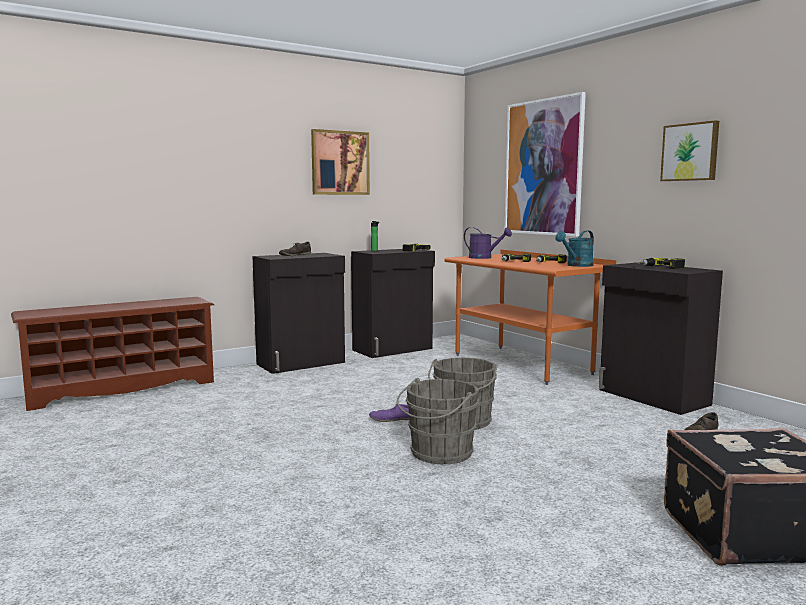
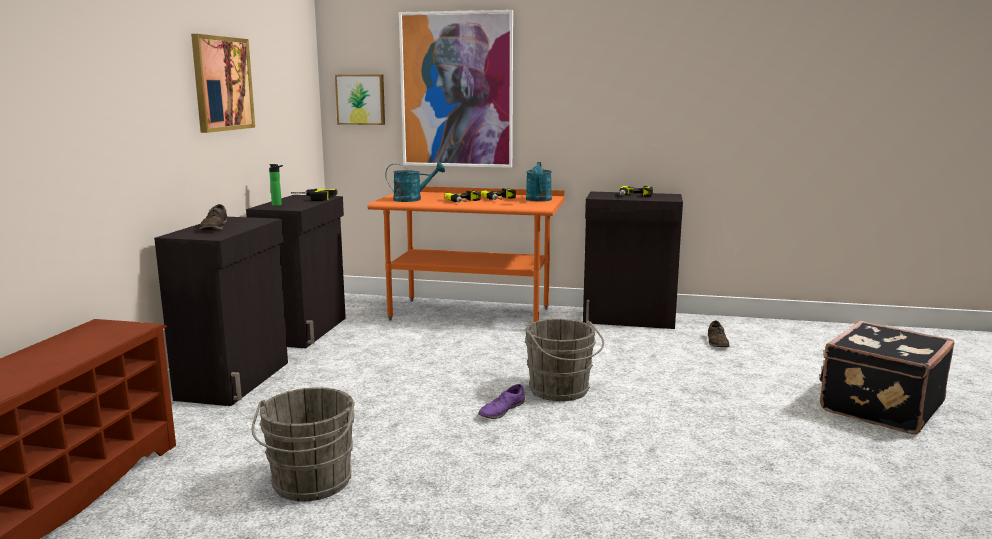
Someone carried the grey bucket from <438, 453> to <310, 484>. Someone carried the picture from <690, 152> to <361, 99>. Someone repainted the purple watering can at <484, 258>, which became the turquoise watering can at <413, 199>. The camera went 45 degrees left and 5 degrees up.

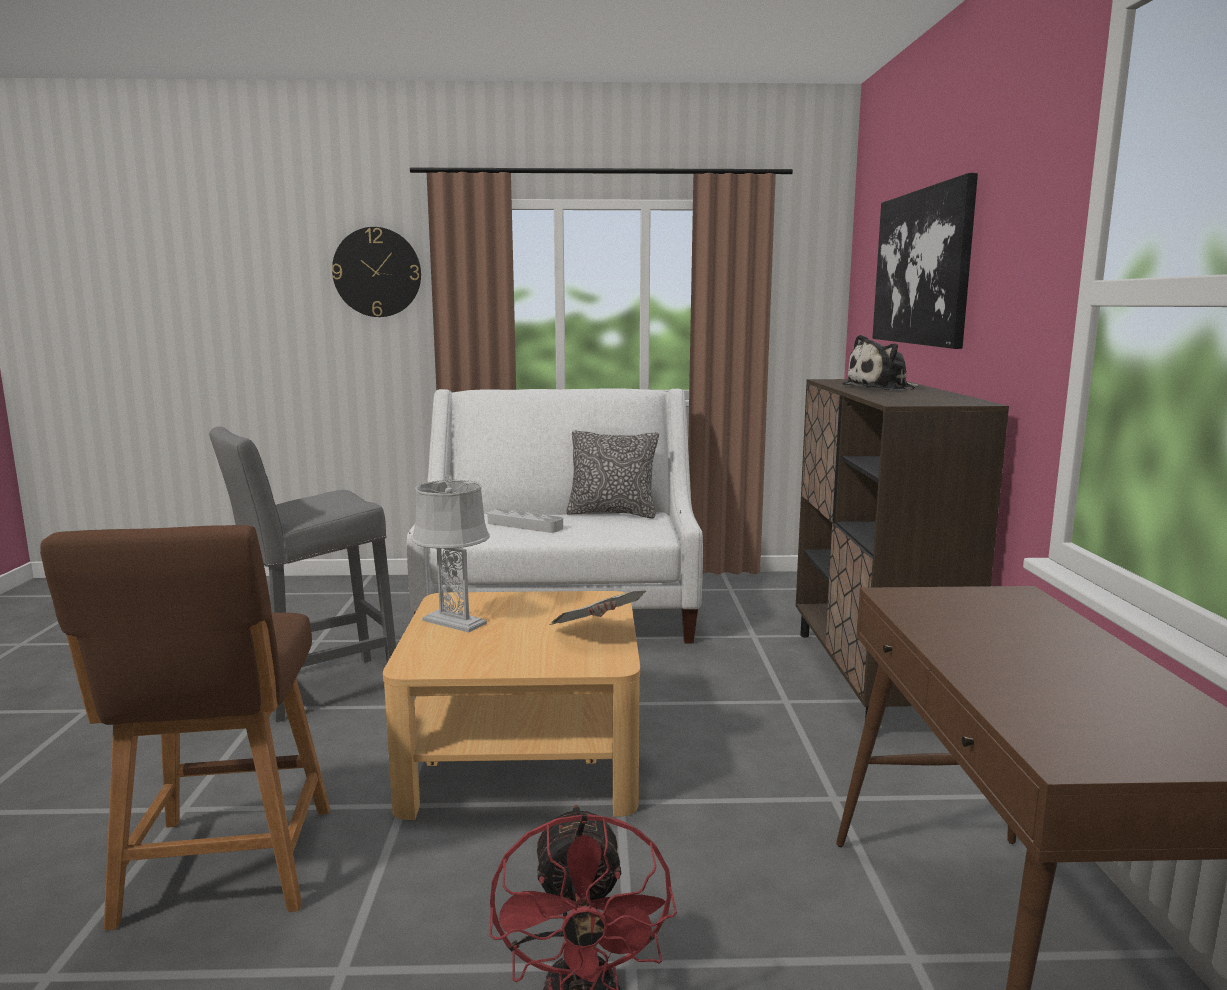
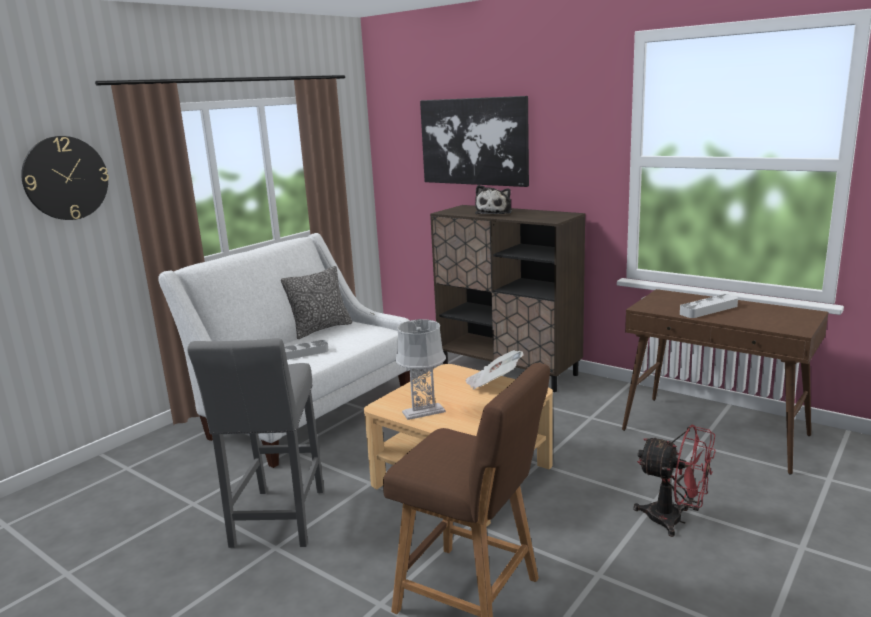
Someone put down the grey tray at <708, 310>. The camera went 50 degrees left and 5 degrees up.

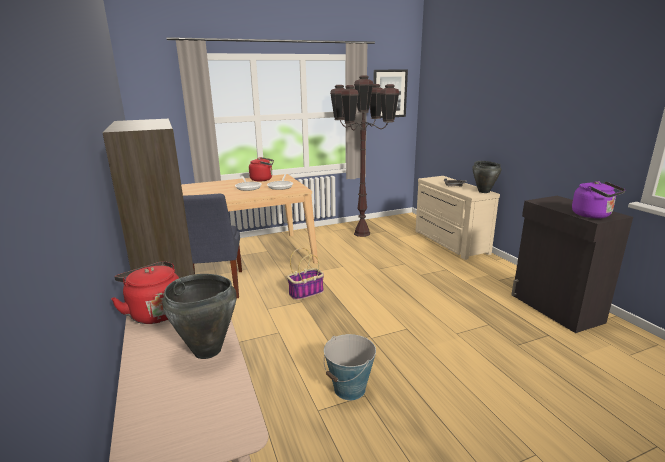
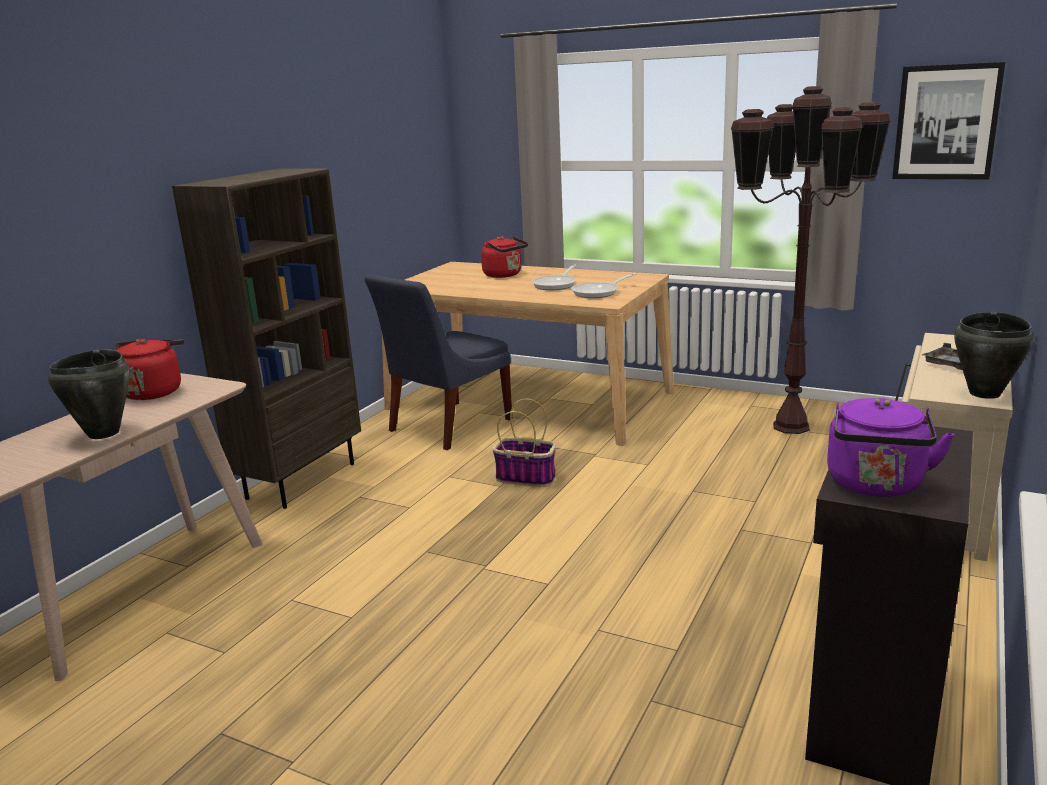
Someone carried the red kettle from <263, 179> to <504, 275>. Someone took away the bucket at <350, 389>. The camera went 50 degrees right and 0 degrees up.

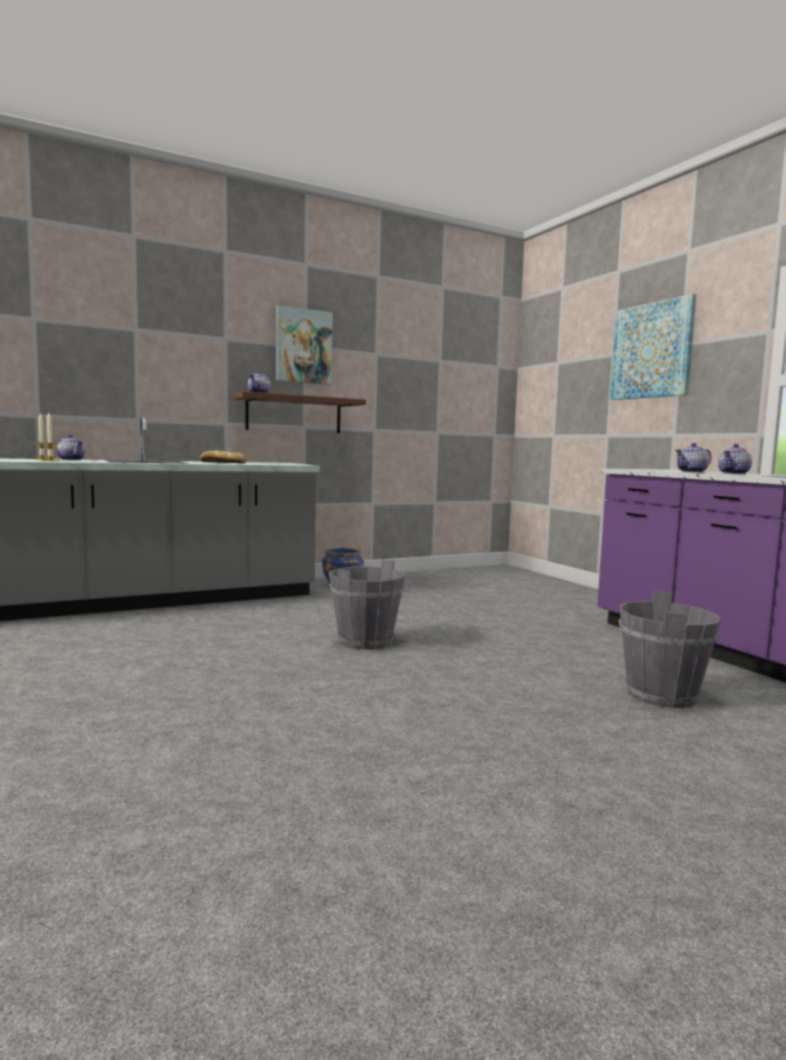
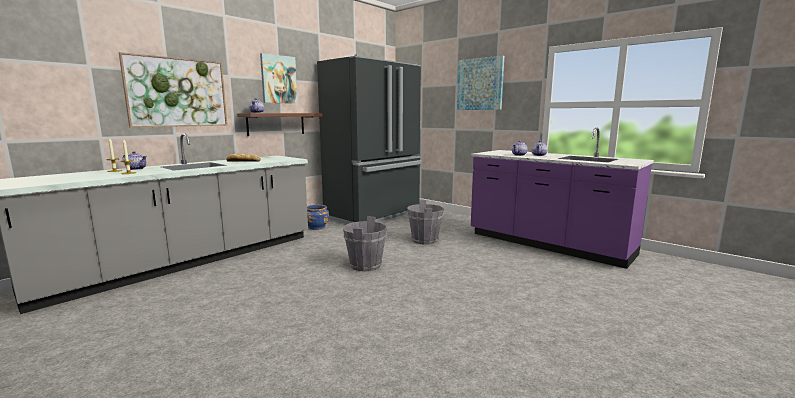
Someone put up the picture at <177, 92>. Someone put down the black fridge at <375, 215>. Someone carried the grey bucket from <662, 695> to <425, 240>. The camera went 20 degrees left and 5 degrees up.

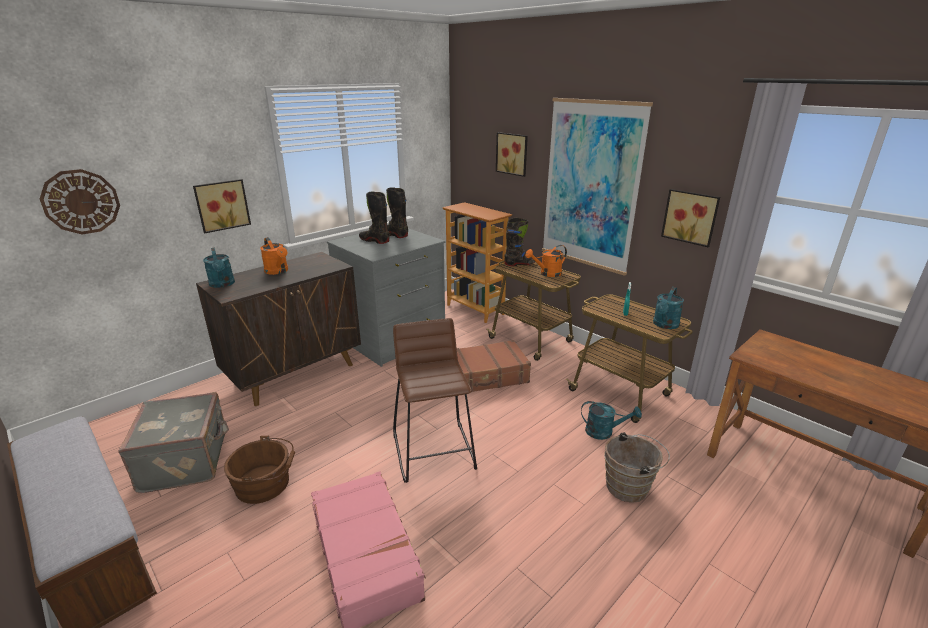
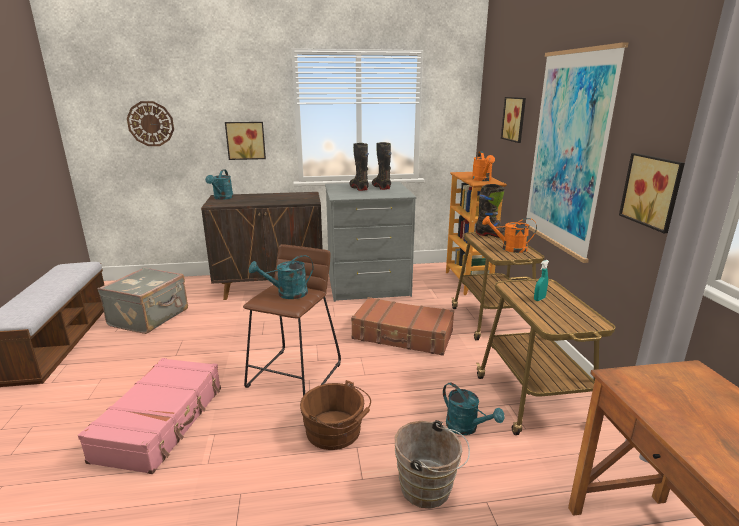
Someone carried the turquoise watering can from <664, 325> to <287, 294>. Someone carried the brown bucket from <266, 484> to <336, 431>. Someone carried the orange watering can from <278, 271> to <482, 180>. The camera went 35 degrees right and 5 degrees down.

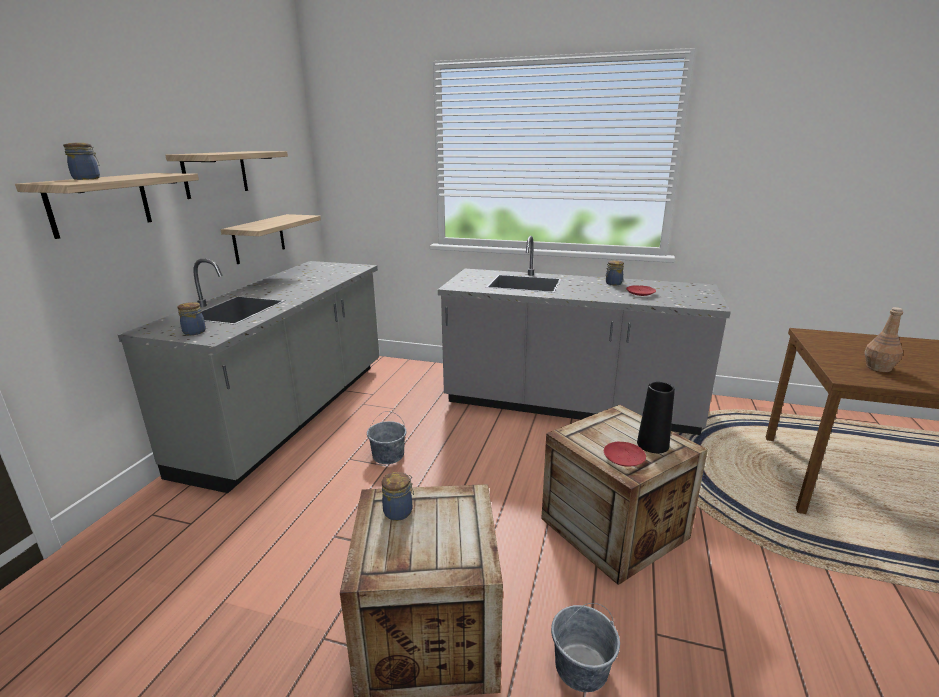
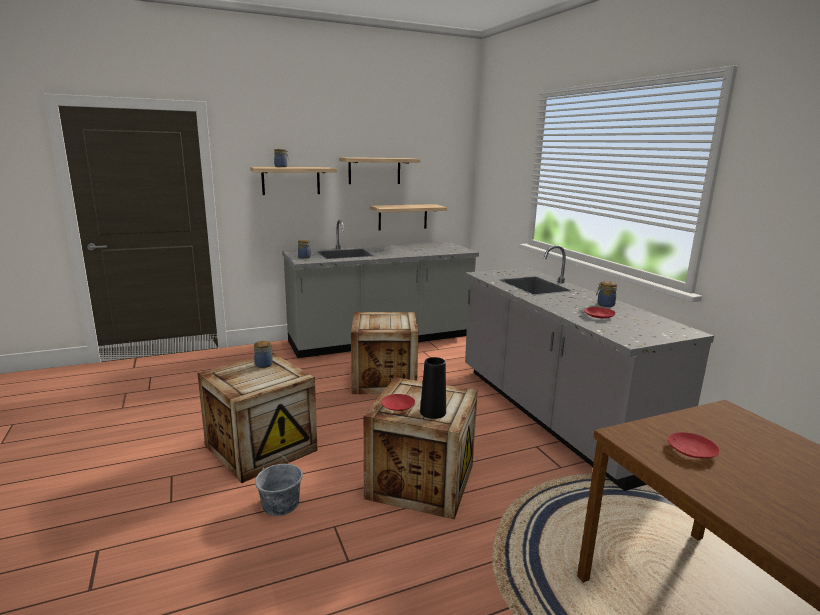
Someone swapped the grey bucket at <388, 455> for the crate at <384, 380>. Someone swapped the brown bottle at <878, 368> for the red plate at <691, 451>. The camera went 50 degrees right and 5 degrees down.

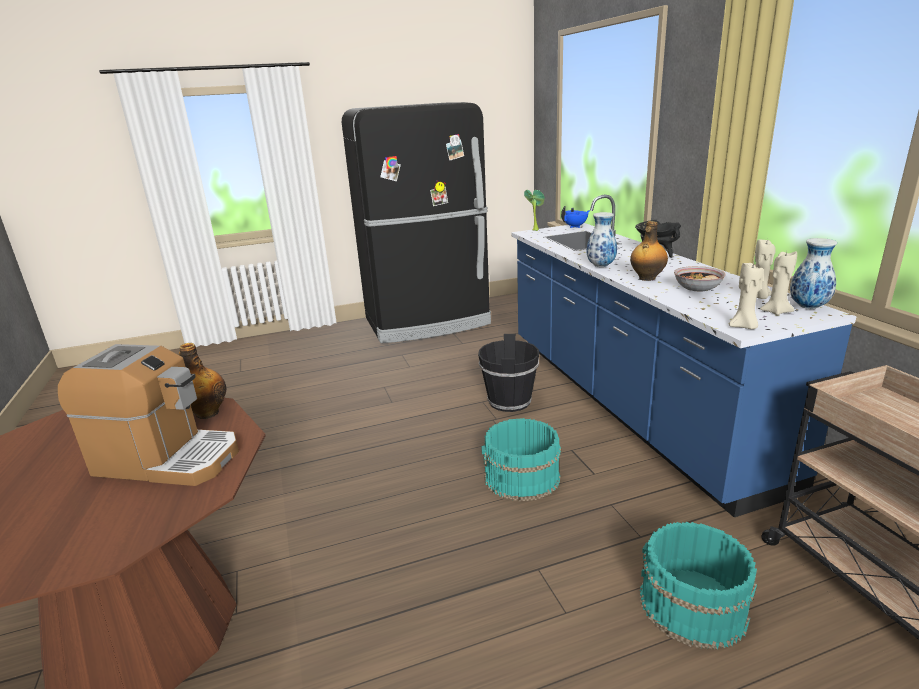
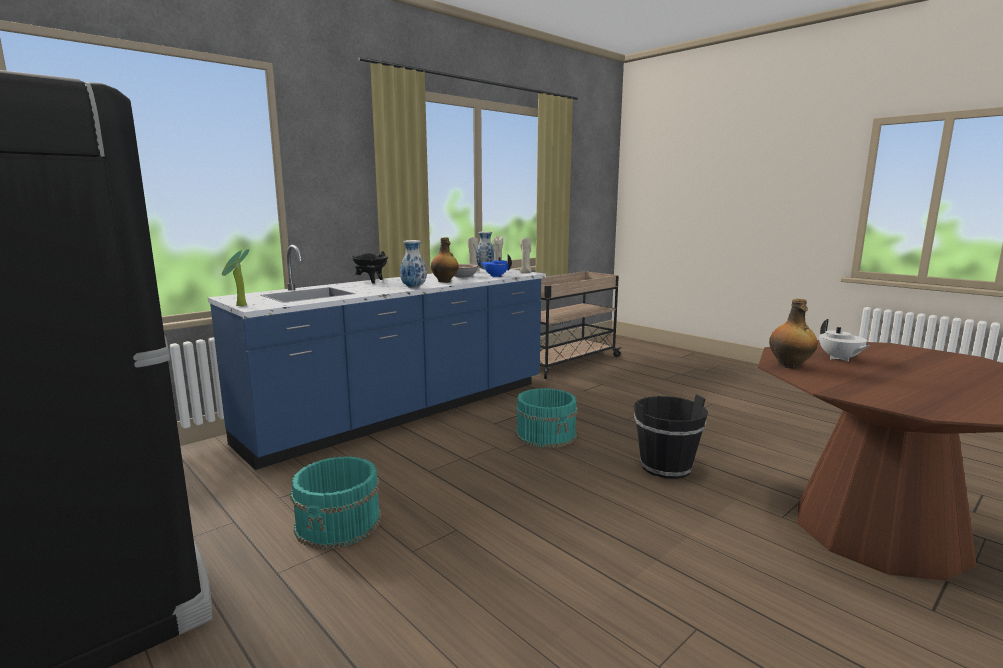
Someone carried the turquoise bucket from <692, 606> to <339, 523>. Someone carried the blue teapot from <575, 226> to <496, 276>. Someone carried the black bucket from <509, 401> to <666, 467>. Someone swapped the coffee machine at <167, 459> for the white teapot at <839, 358>. The camera went 115 degrees left and 10 degrees down.

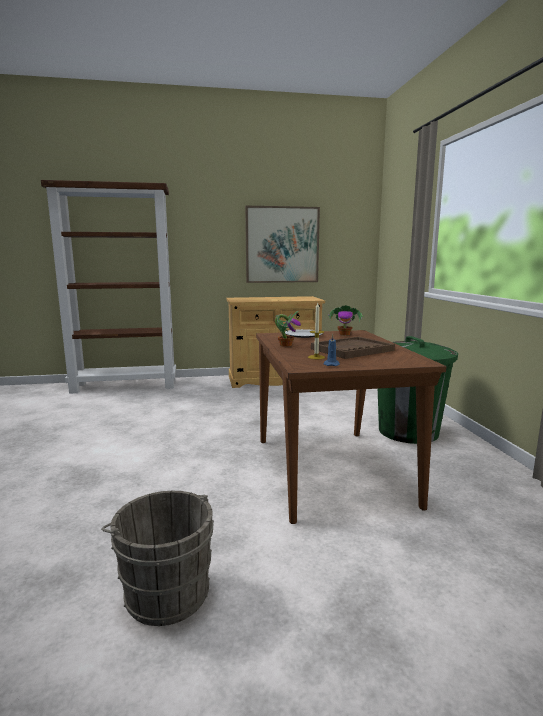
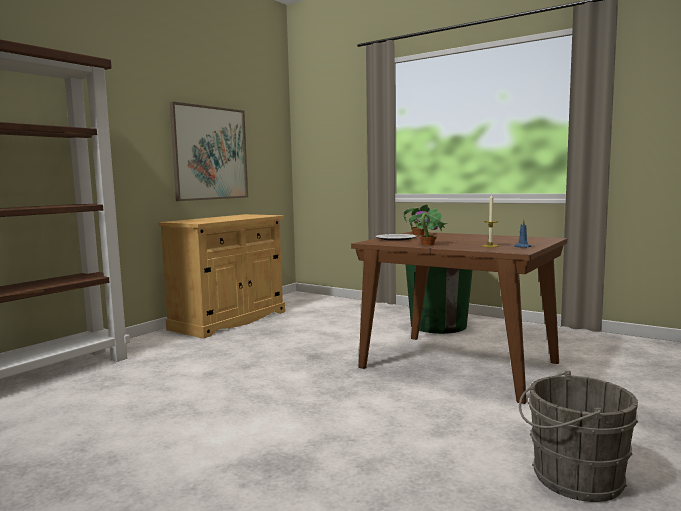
Someone took away the brown tray at <352, 350>. The camera went 45 degrees left and 5 degrees down.

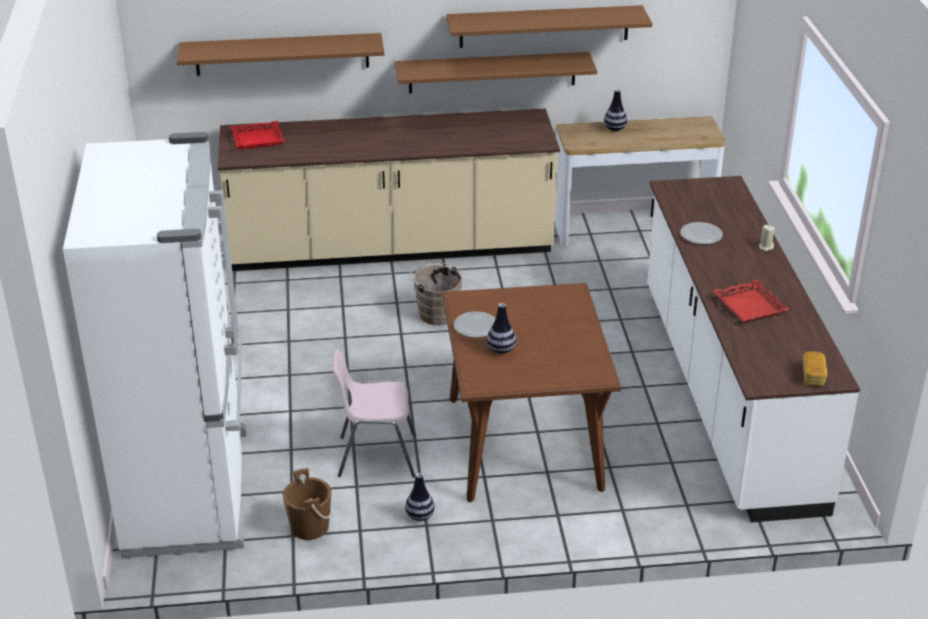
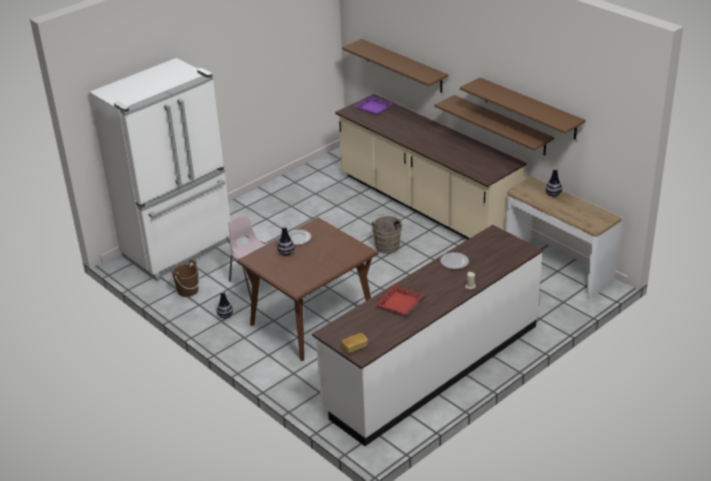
Someone repainted the red tray at <257, 139>, which became the purple tray at <373, 108>. The camera went 55 degrees right and 0 degrees up.

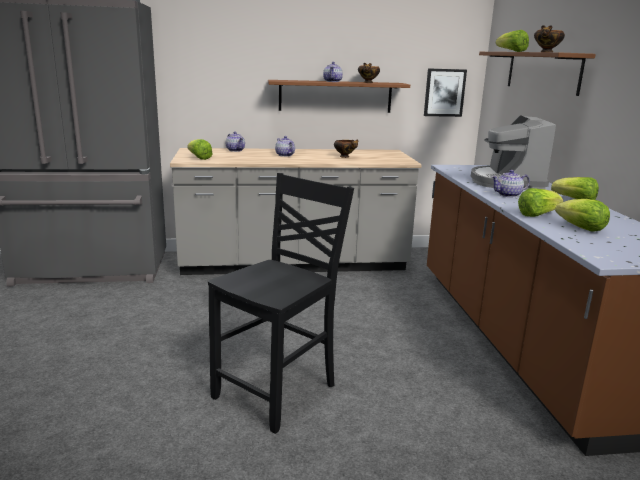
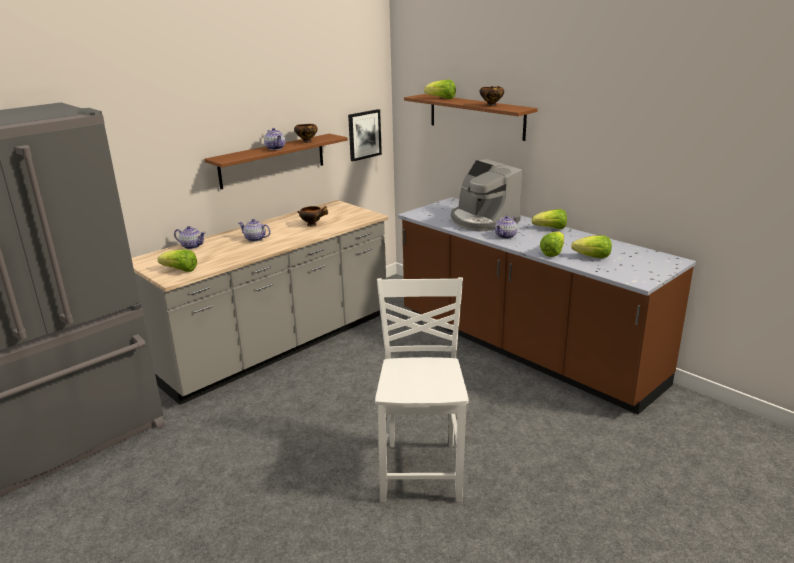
Someone repainted the black chair at <278, 392>, which became the white chair at <422, 470>. The camera went 35 degrees left and 5 degrees up.

